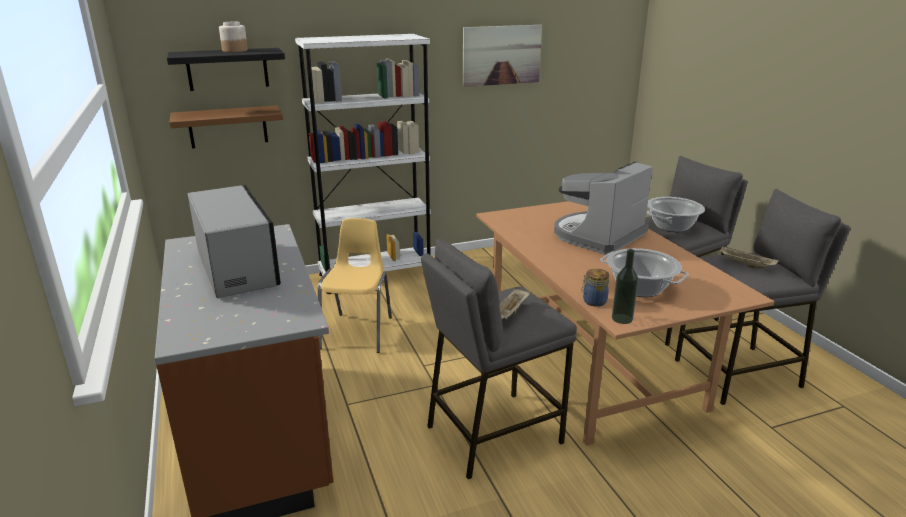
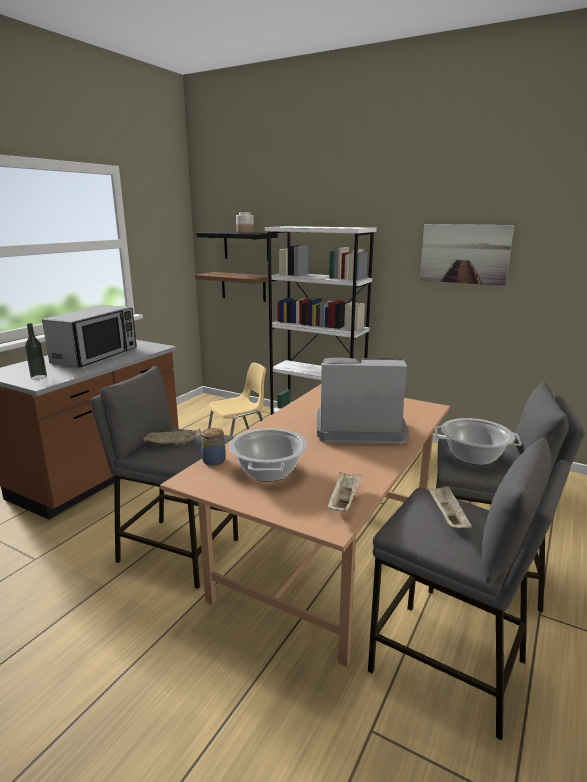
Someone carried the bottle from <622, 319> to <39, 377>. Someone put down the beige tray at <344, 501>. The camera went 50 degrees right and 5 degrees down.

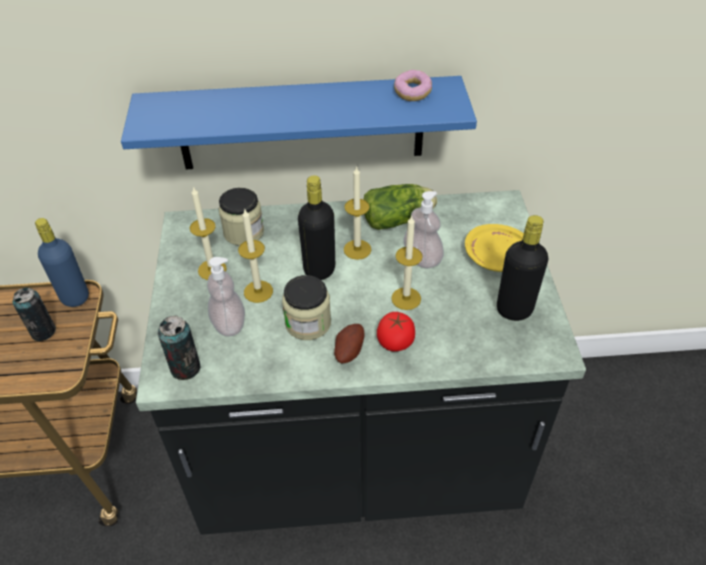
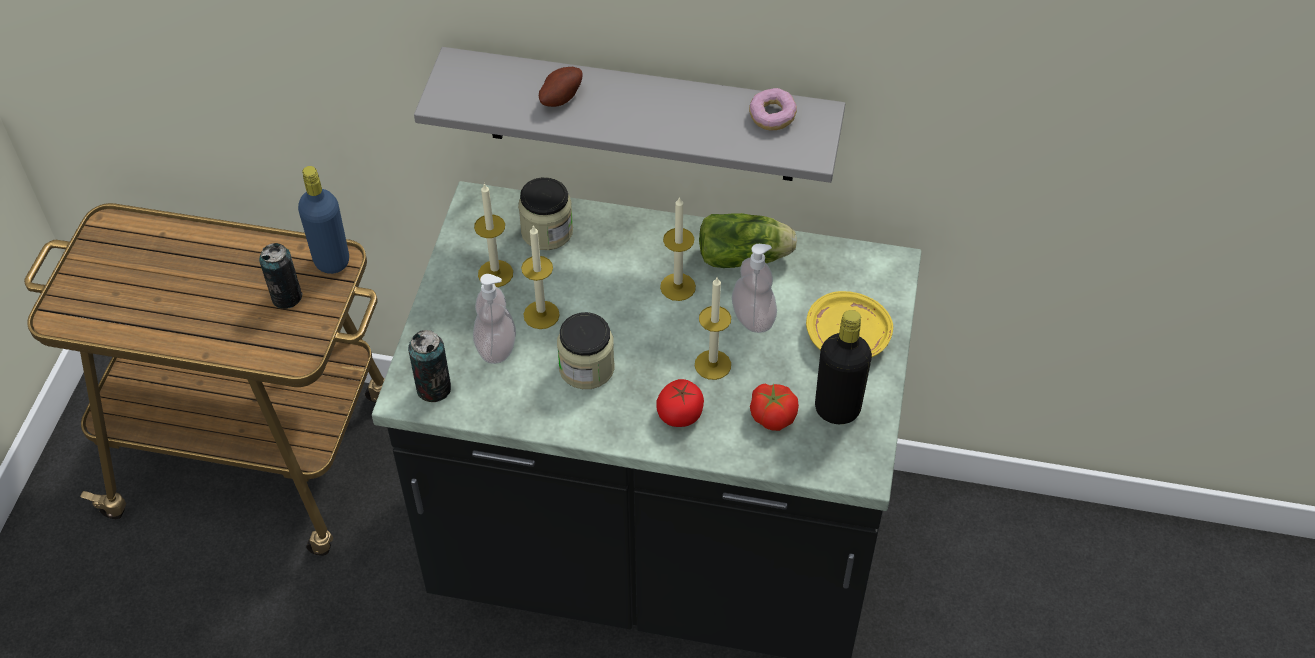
Someone repainted the blue shelf at <301, 124>, which became the grey shelf at <641, 116>. Someone carried the potato from <348, 351> to <560, 97>. Someone put down the tomato at <773, 415>. Someone took away the black bottle at <319, 269>. The camera went 15 degrees right and 5 degrees up.

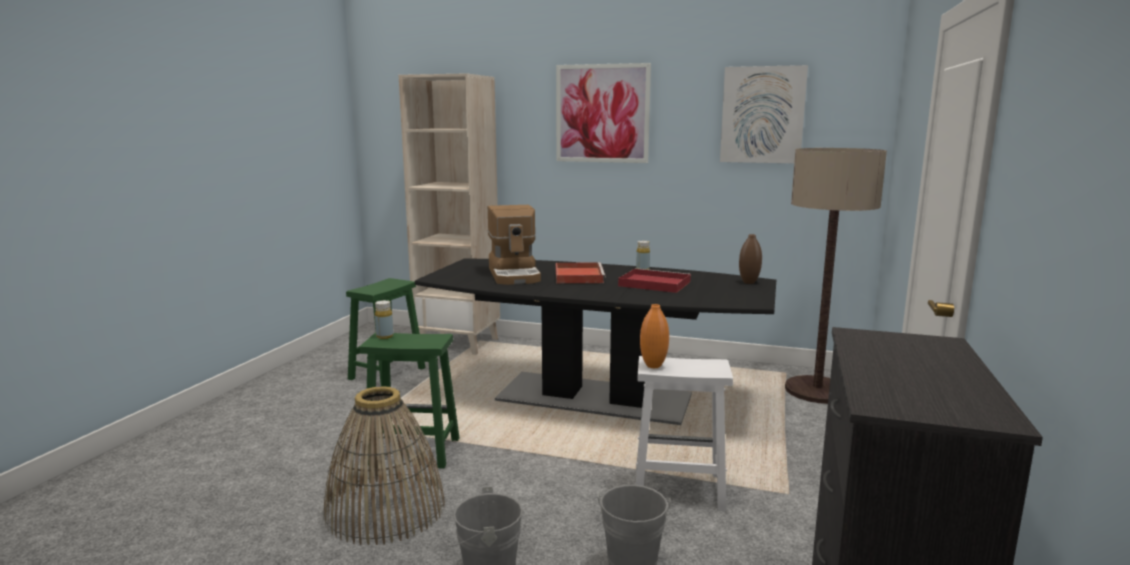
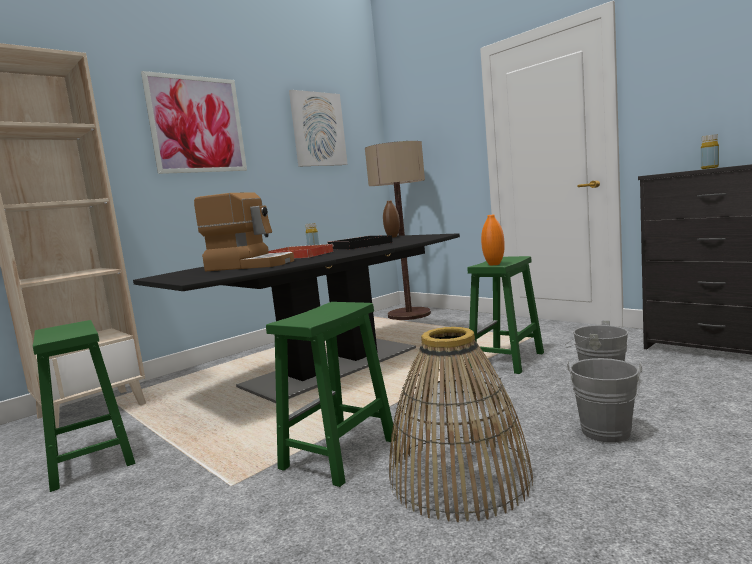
Someone repainted the red tray at <653, 284>, which became the black tray at <359, 245>. Someone repainted the white stool at <676, 489>, which became the green stool at <506, 360>. Someone carried the yellow bottle from <384, 336> to <709, 168>. The camera went 60 degrees left and 5 degrees down.

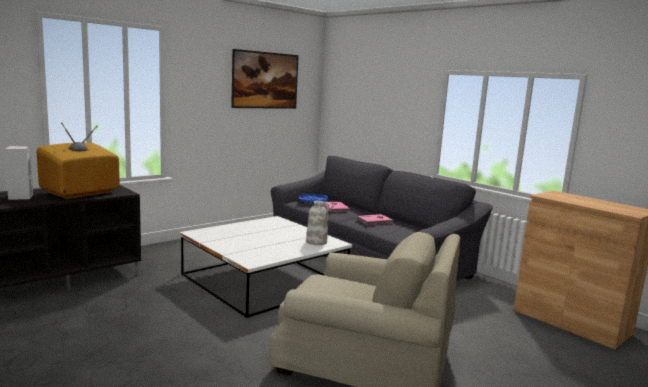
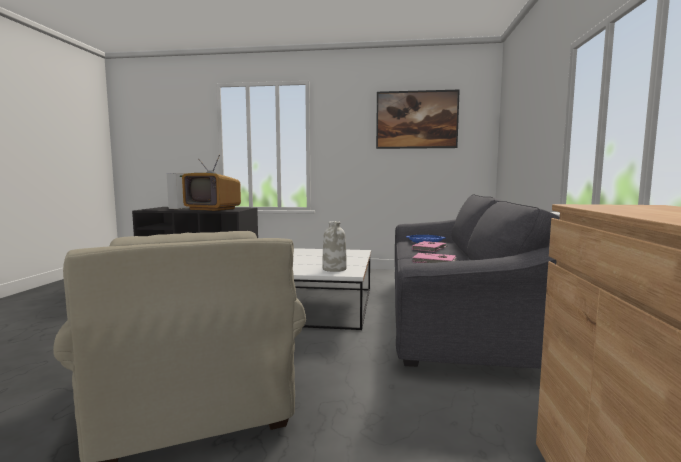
Someone rotated the television at <80, 193> by 150 degrees counterclockwise. The camera went 50 degrees right and 5 degrees down.

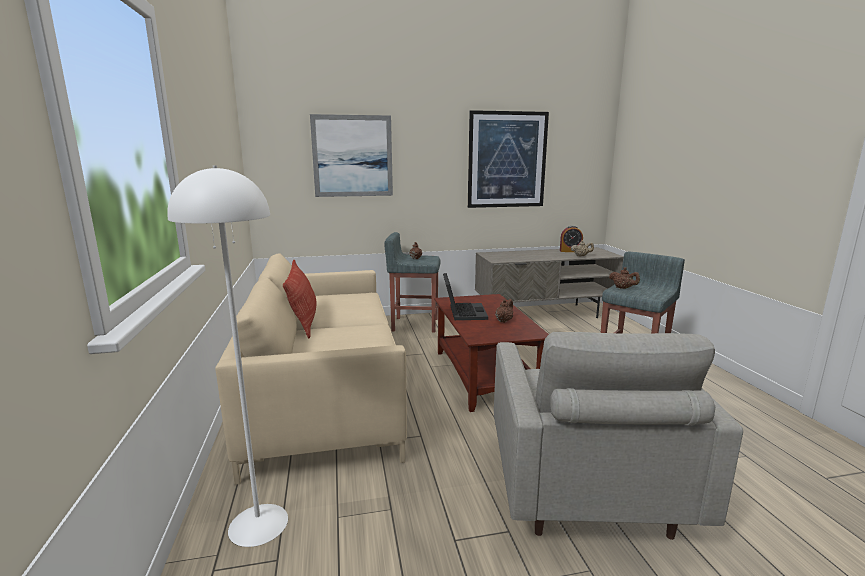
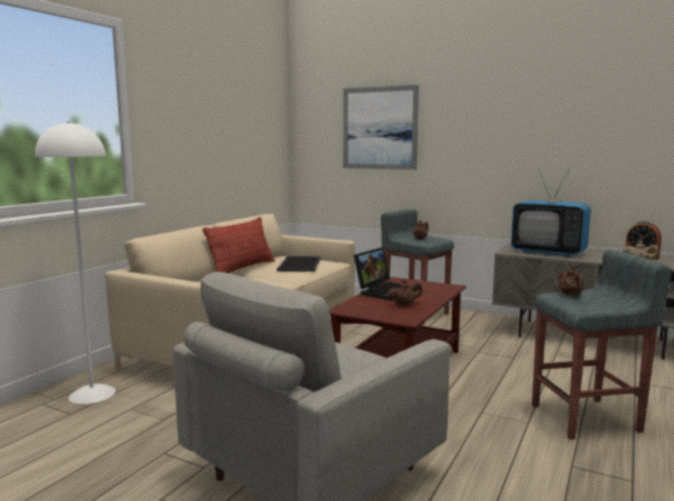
Someone put down the tray at <299, 264>. Someone put down the television at <548, 252>. Someone took away the picture at <507, 160>. The camera went 40 degrees right and 5 degrees down.

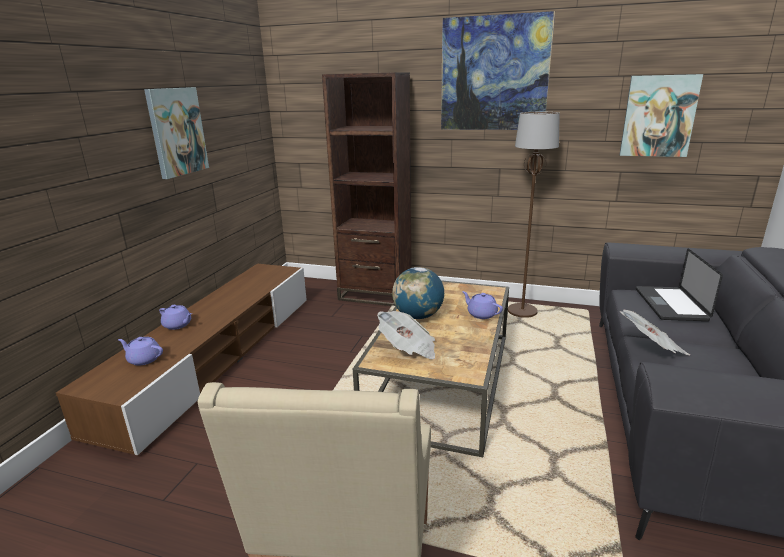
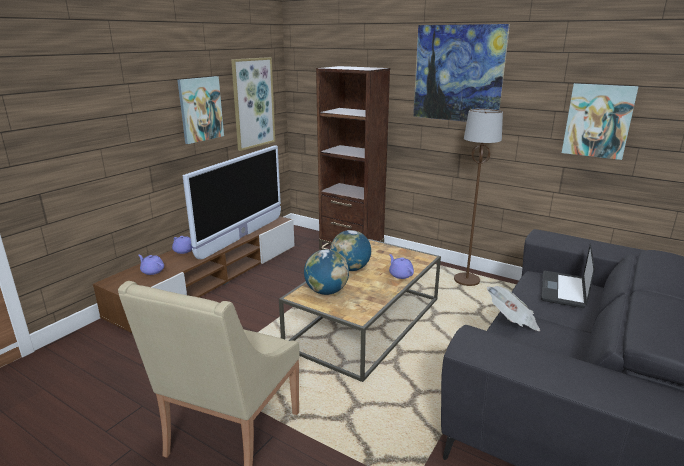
Someone put down the television at <242, 237>. Someone put up the picture at <253, 103>. Someone swapped the newspaper at <408, 349> for the globe at <326, 291>. The camera went 15 degrees right and 0 degrees up.

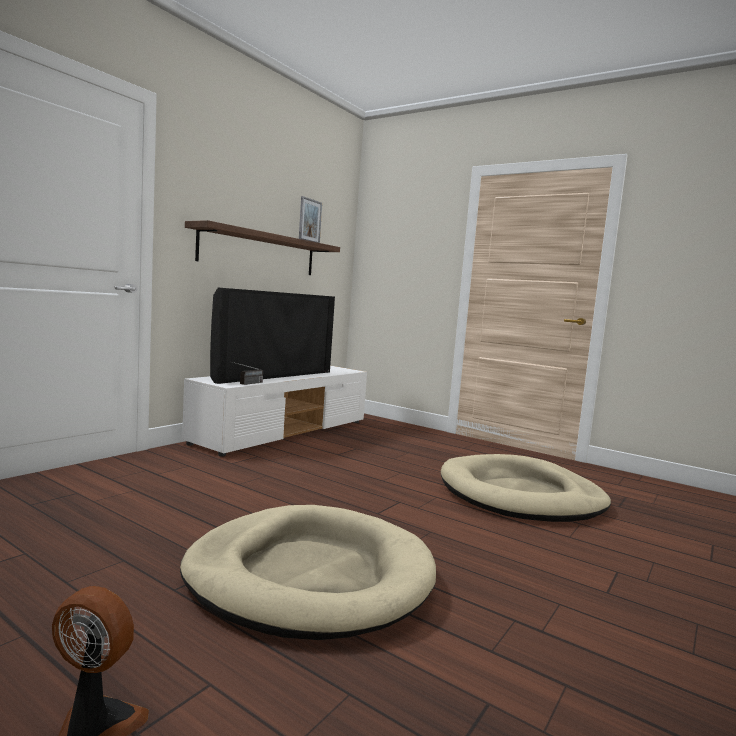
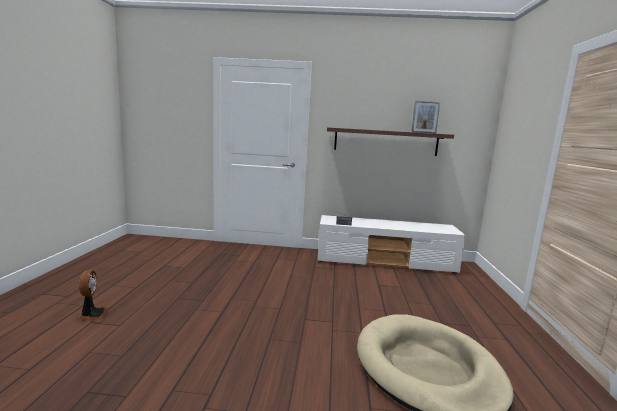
Someone took away the beige dog bed at <309, 576>. Someone took away the television at <274, 376>. The camera went 60 degrees right and 5 degrees up.

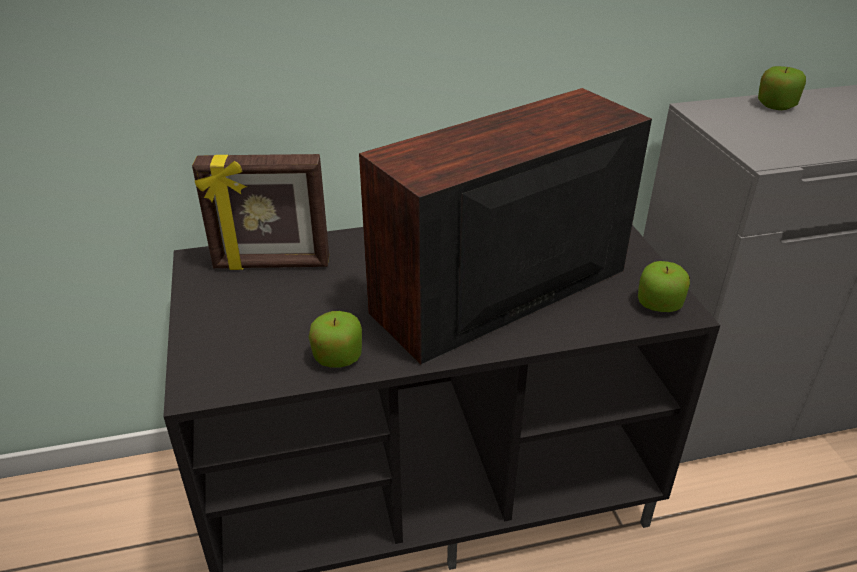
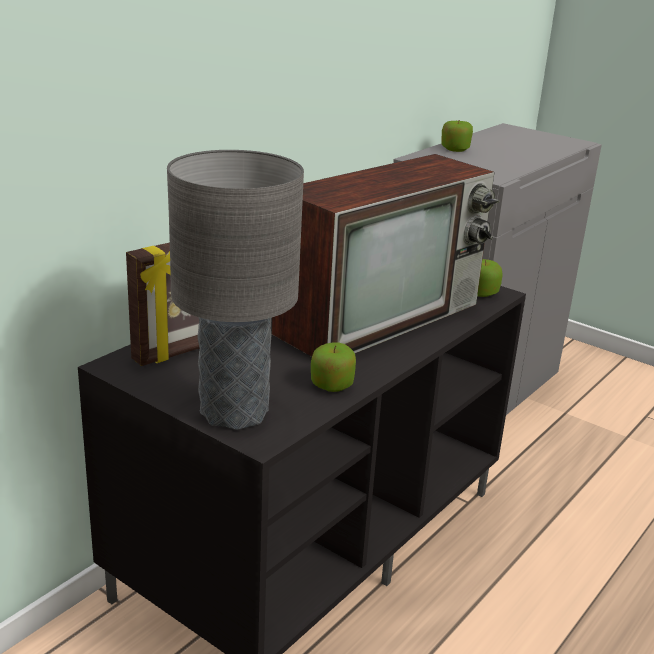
Someone put down the grey table lamp at <235, 412>. Someone rotated the television at <497, 294> by 150 degrees counterclockwise. The camera went 40 degrees left and 10 degrees down.

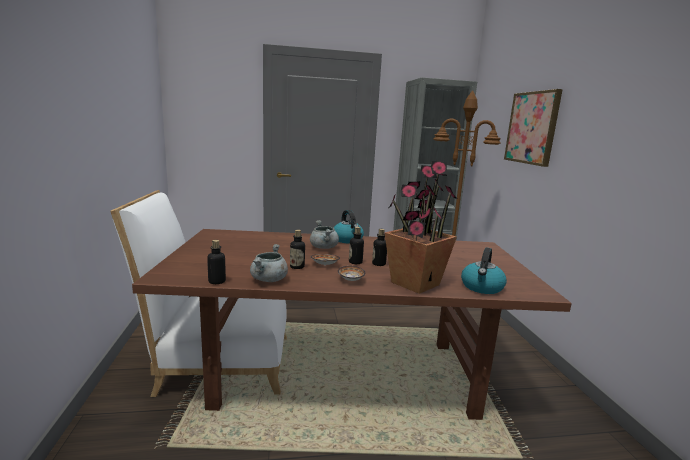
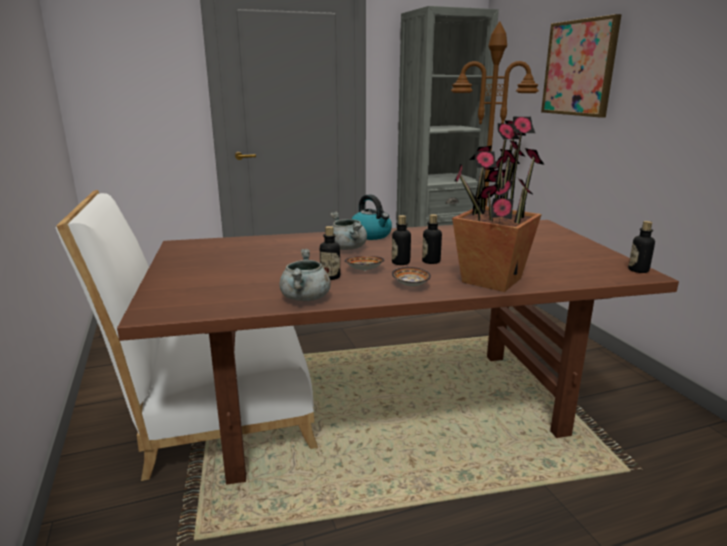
Someone carried the bottle from <217, 281> to <638, 270>. Someone took away the kettle at <482, 287>. The camera went 10 degrees left and 5 degrees up.

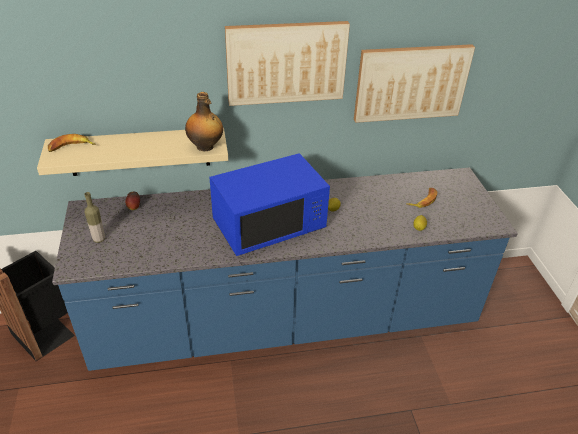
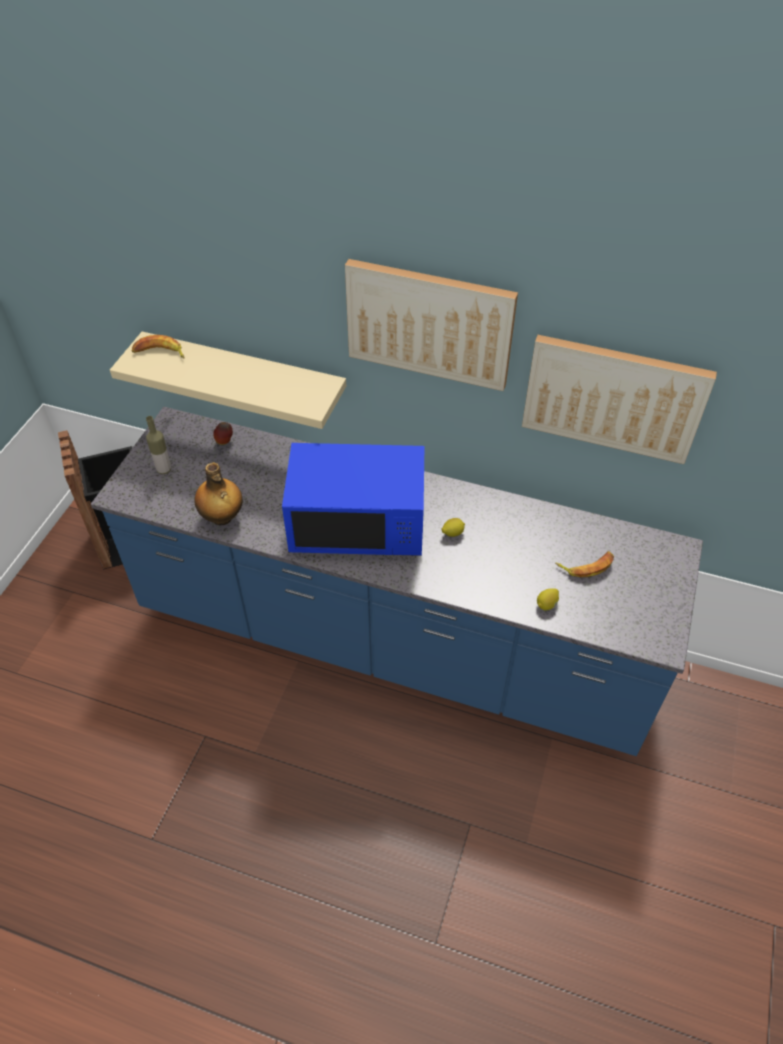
Someone carried the bottle from <205, 147> to <222, 518>. The camera went 30 degrees right and 10 degrees up.

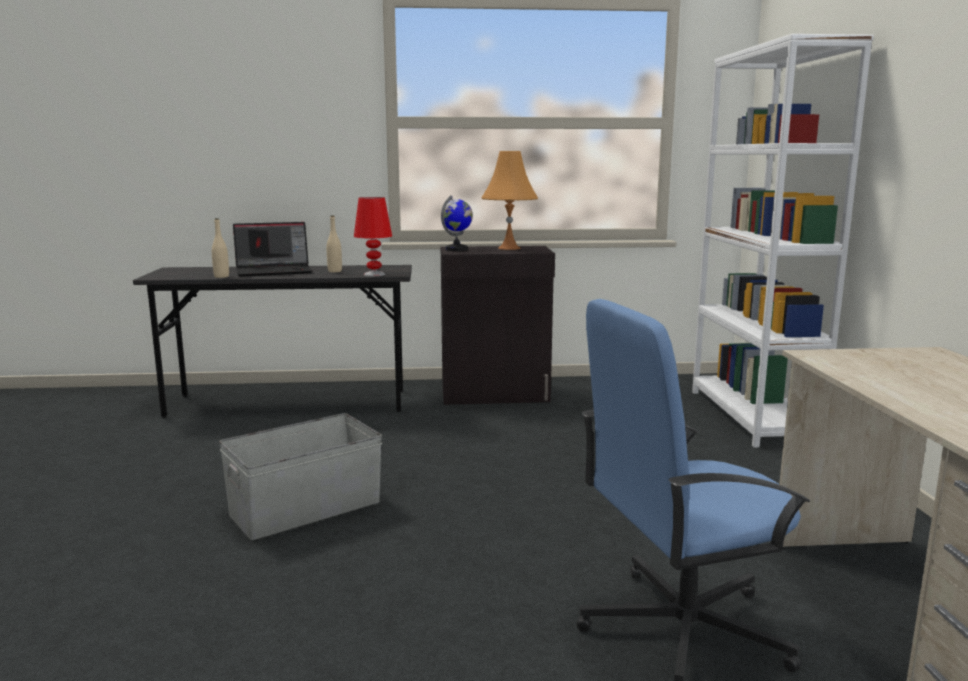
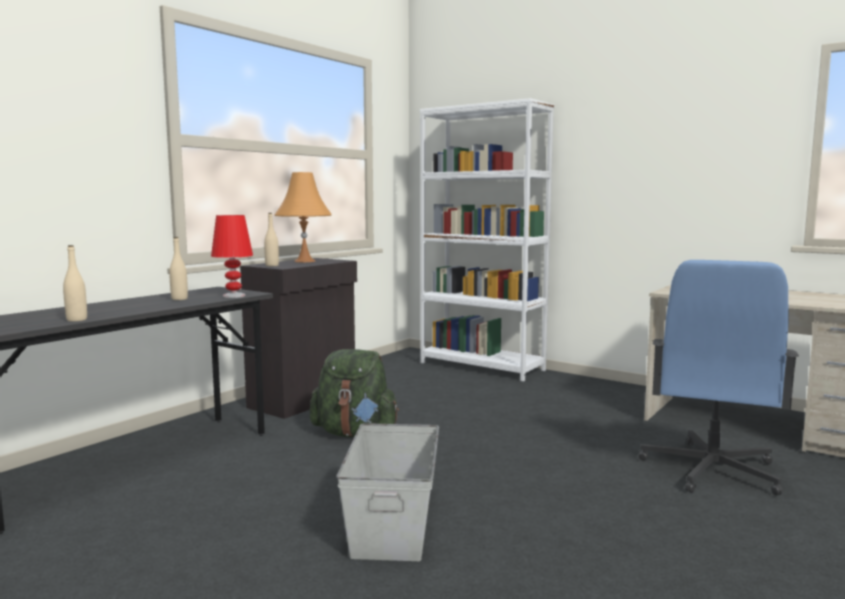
Someone swapped the globe at <457, 249> for the beige bottle at <272, 265>. Someone put down the green backpack at <355, 433>. Someone took away the laptop at <275, 271>. The camera went 50 degrees left and 5 degrees down.

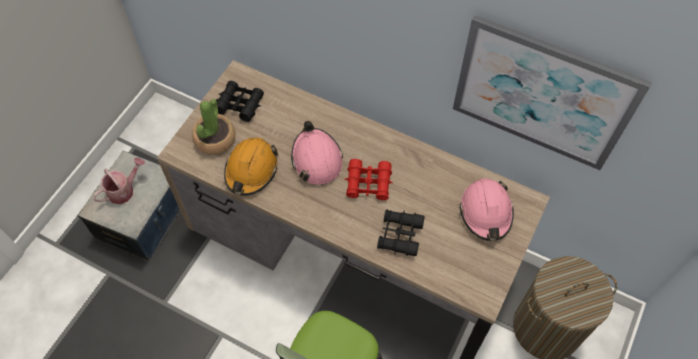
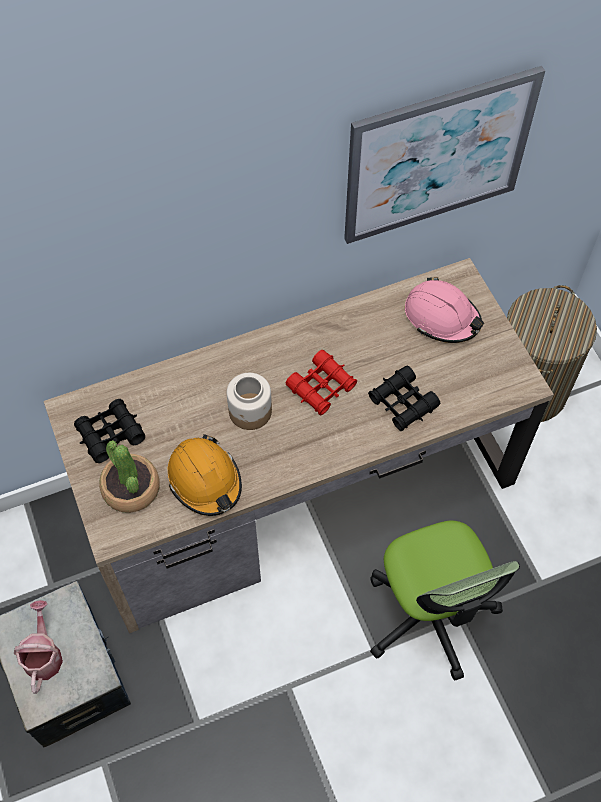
Someone swapped the pink hard hat at <316, 159> for the jar at <250, 412>. The camera went 50 degrees left and 0 degrees up.

